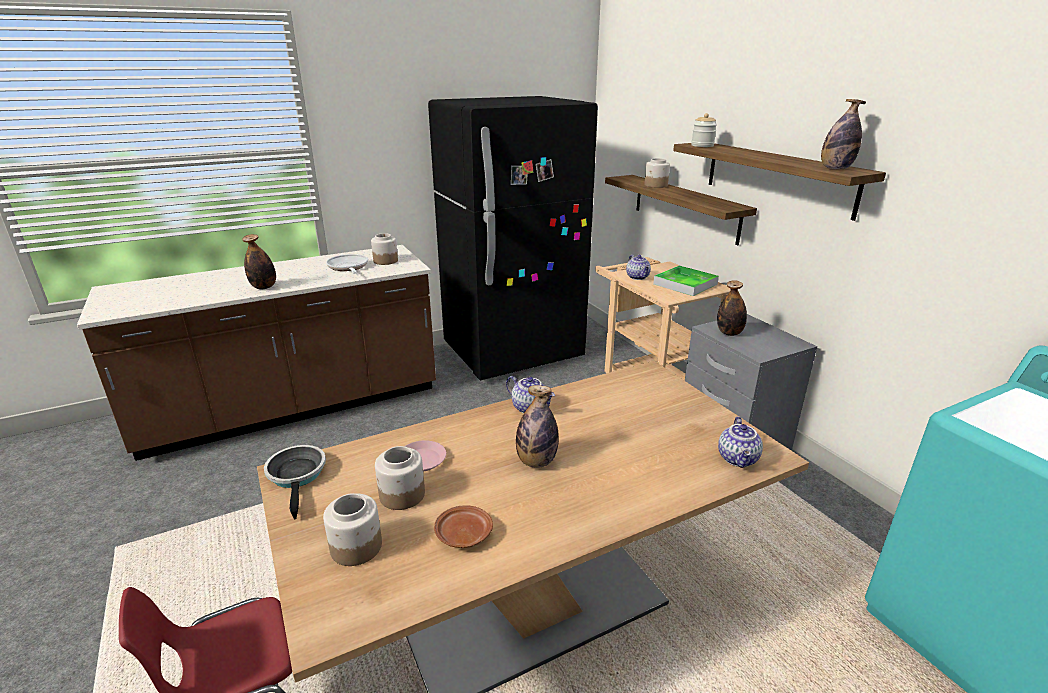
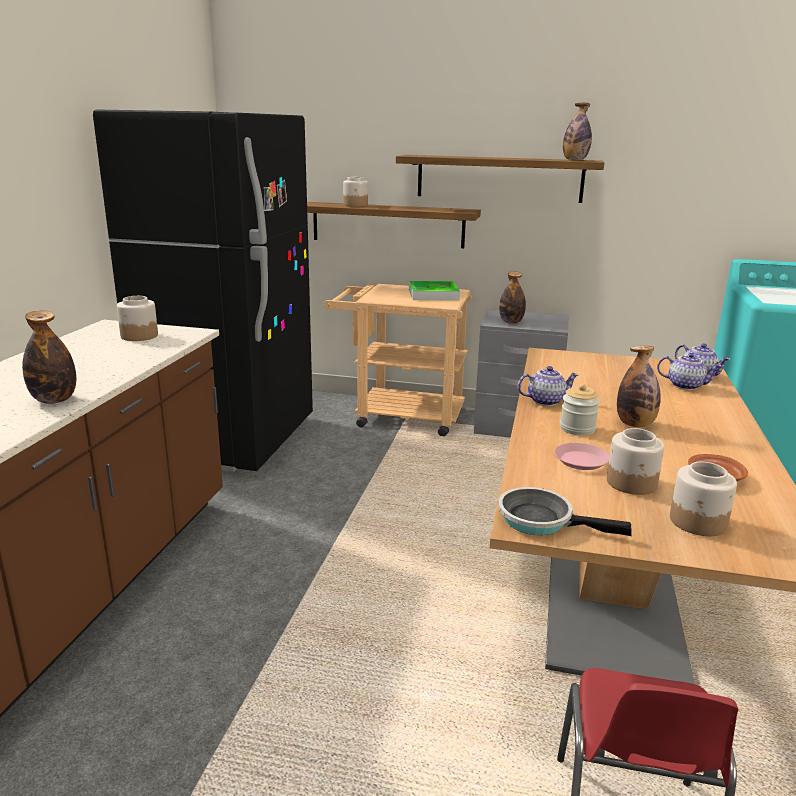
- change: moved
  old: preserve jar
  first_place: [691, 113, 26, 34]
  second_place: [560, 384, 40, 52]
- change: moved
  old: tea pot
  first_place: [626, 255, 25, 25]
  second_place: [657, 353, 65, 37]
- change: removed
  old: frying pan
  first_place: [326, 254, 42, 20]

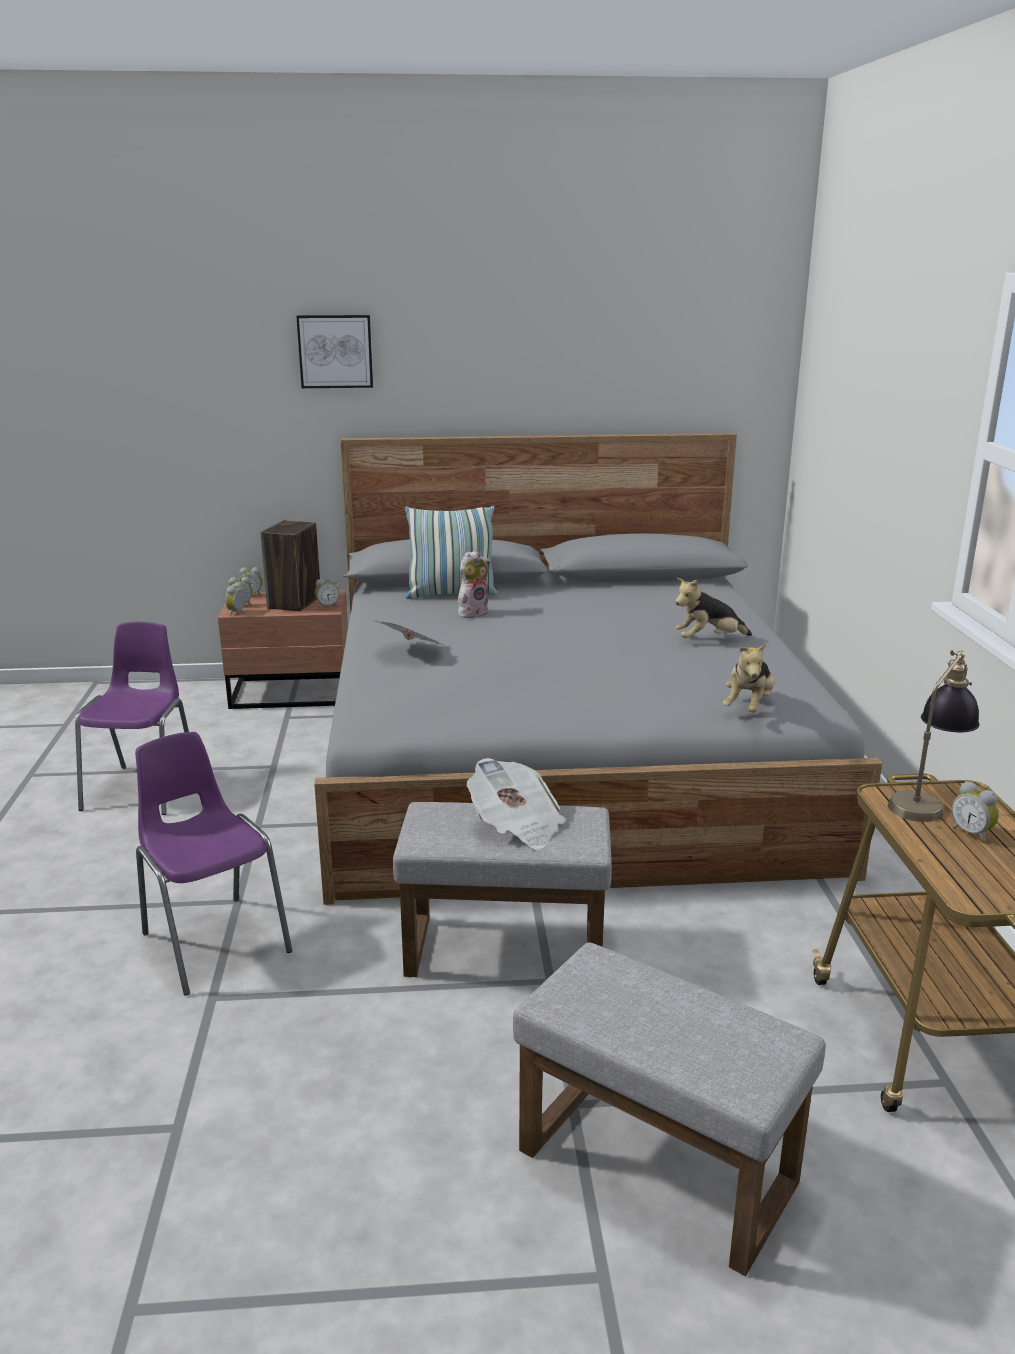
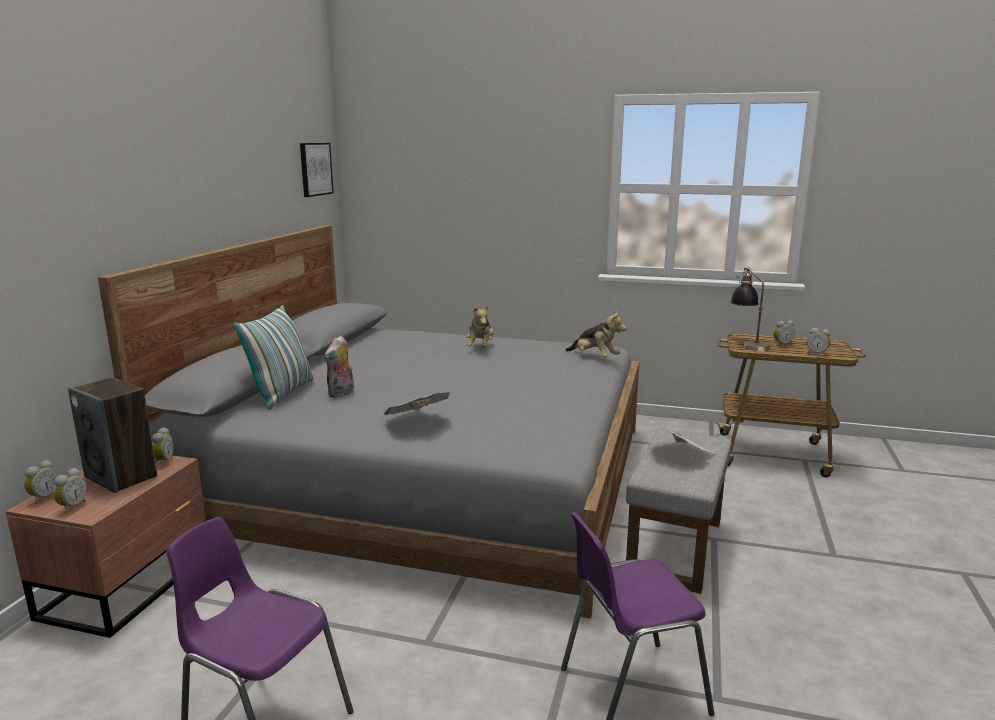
- change: moved
  old: picture
  first_place: [296, 315, 77, 73]
  second_place: [300, 143, 33, 54]
- change: turned
  old: cuddly toy
  first_place: [458, 550, 32, 68]
  second_place: [325, 335, 29, 63]
  degrees: -135
- change: moved
  old: table clock
  first_place: [225, 582, 21, 34]
  second_place: [807, 328, 24, 28]
- change: removed
  old: footrest (grey)
  first_place: [513, 942, 313, 335]

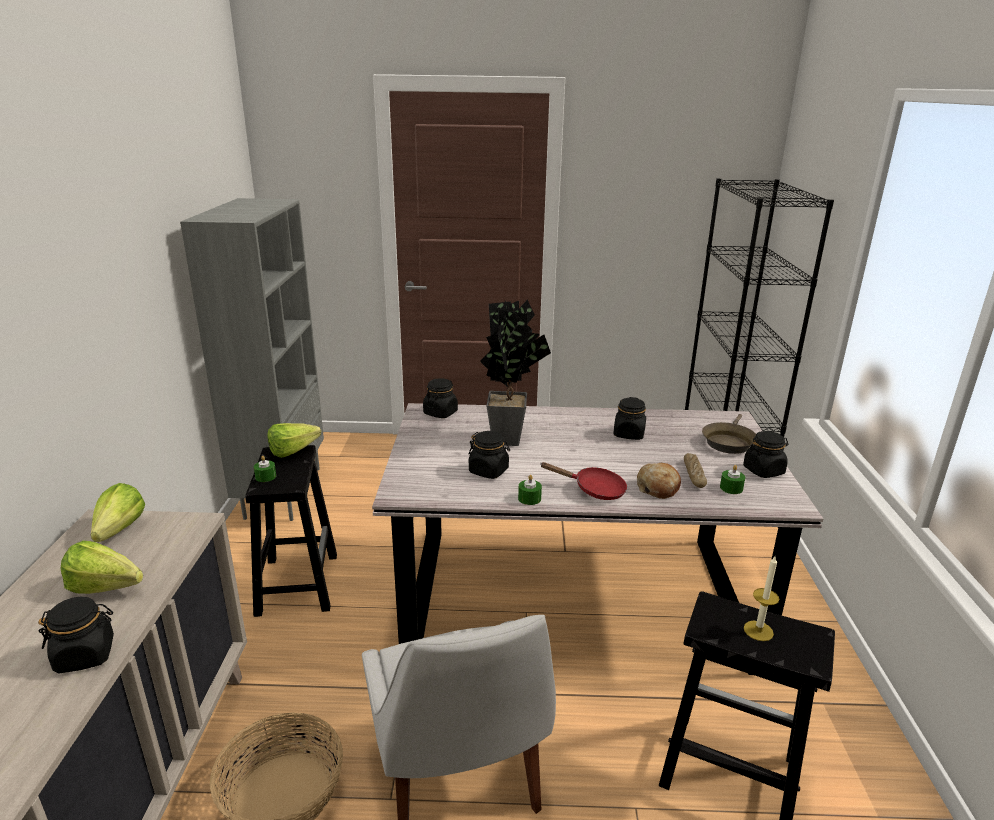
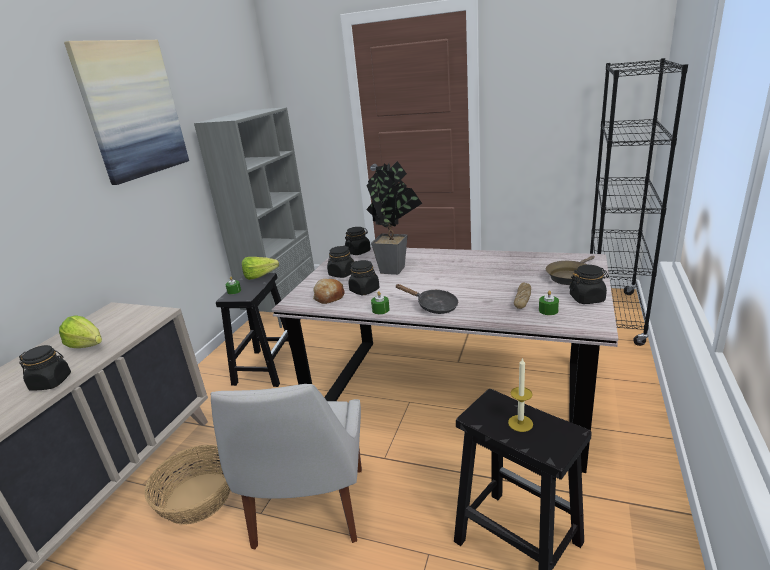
- change: added
  new: picture
  second_place: [64, 40, 125, 145]
- change: moved
  old: bakery bread
  first_place: [637, 463, 44, 36]
  second_place: [313, 279, 32, 25]
- change: moved
  old: preserve jar (blackish)
  first_place: [613, 397, 33, 43]
  second_place: [327, 246, 27, 32]
- change: recoloured
  old: frying pan (red-coloured)
  new: frying pan (blackish)
  first_place: [540, 462, 87, 38]
  second_place: [395, 284, 63, 30]
- change: removed
  old: head of lettuce
  first_place: [91, 483, 54, 59]

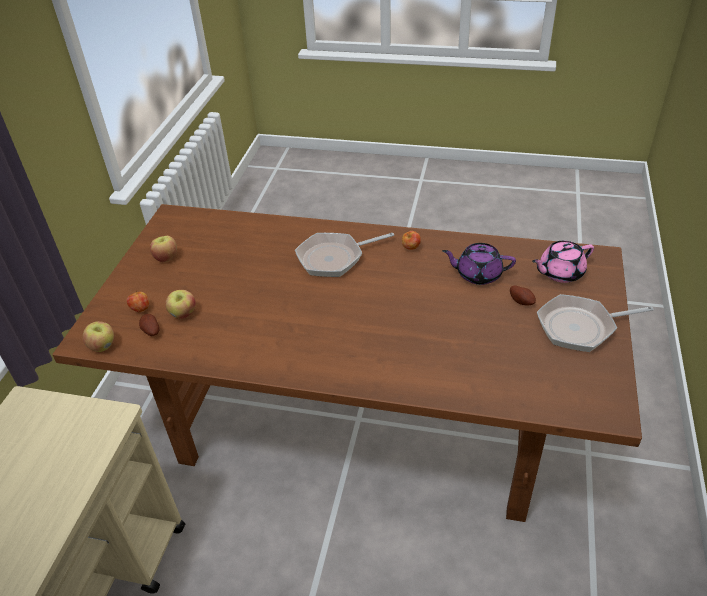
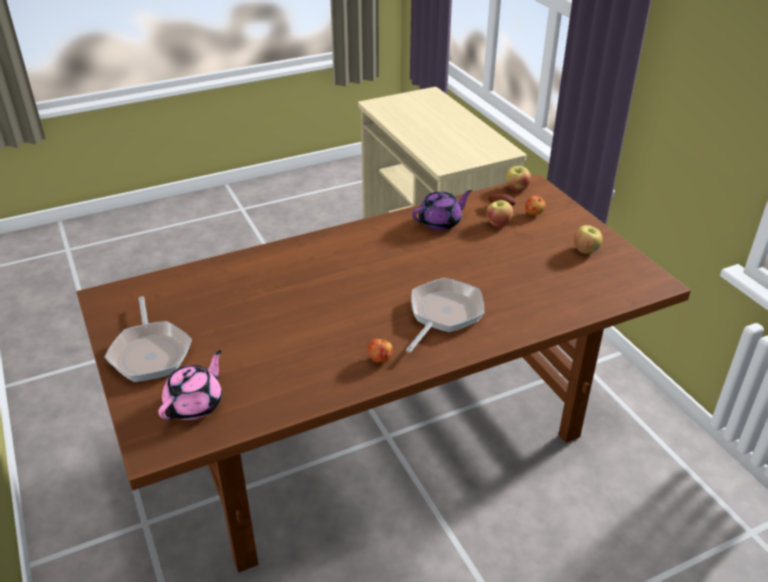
- change: turned
  old: frying pan
  first_place: [537, 294, 117, 58]
  second_place: [104, 296, 88, 86]
  degrees: 120
- change: moved
  old: tea pot (purple-coloured)
  first_place: [442, 243, 74, 42]
  second_place: [412, 190, 60, 40]
- change: removed
  old: potato
  first_place: [510, 286, 26, 19]

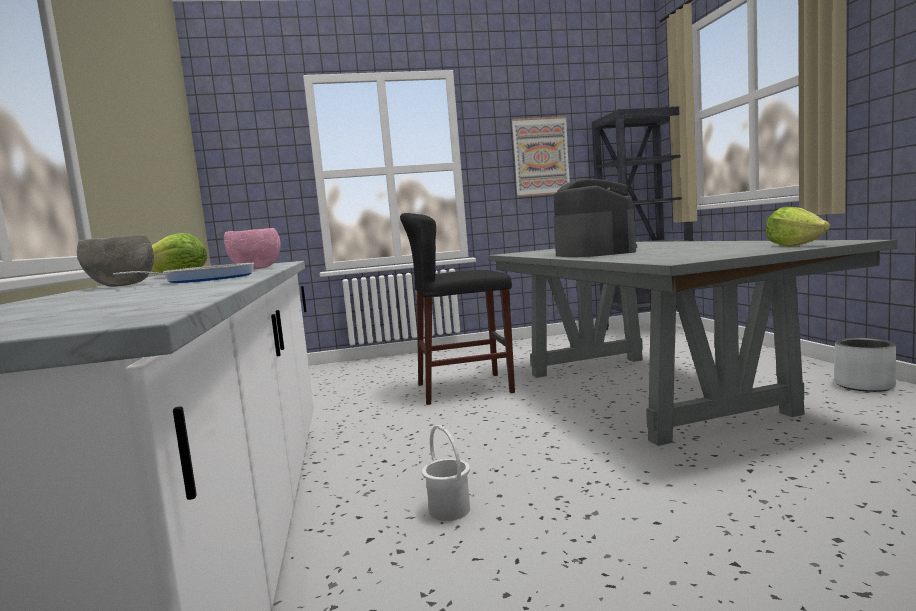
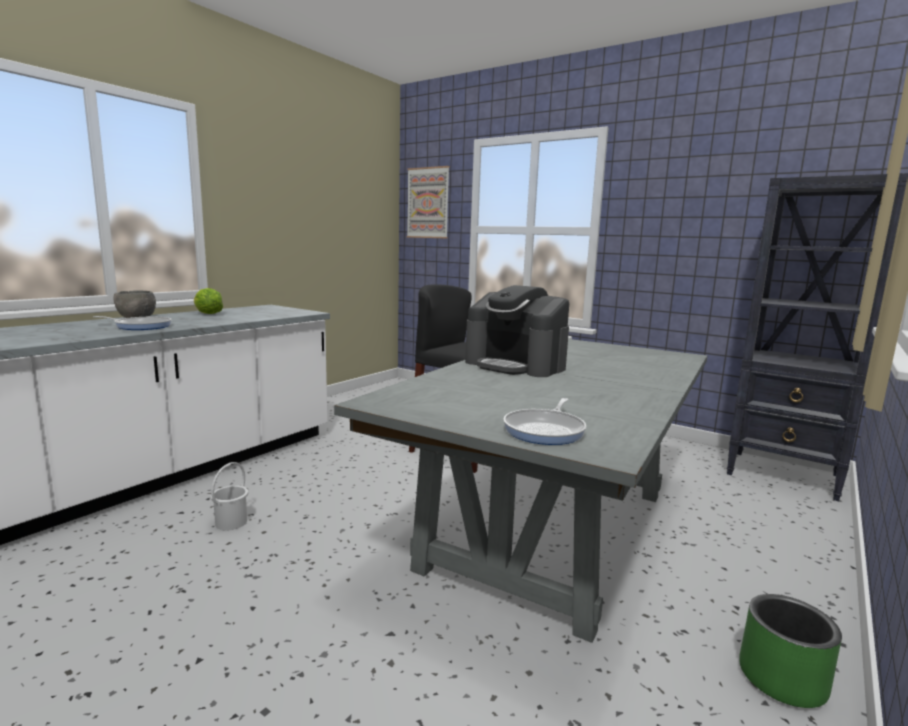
- change: moved
  old: picture
  first_place: [512, 116, 58, 81]
  second_place: [407, 166, 43, 73]
- change: turned
  old: coffee machine
  first_place: [553, 179, 84, 78]
  second_place: [465, 285, 104, 92]
  degrees: 90
- change: replaced
  old: head of lettuce
  new: frying pan
  first_place: [765, 207, 65, 40]
  second_place: [503, 398, 83, 47]
- change: recoloured
  old: flower pot (grey)
  new: flower pot (green)
  first_place: [834, 338, 62, 54]
  second_place: [739, 594, 103, 114]
- change: removed
  old: deep dish (pink-coloured)
  first_place: [224, 228, 57, 42]

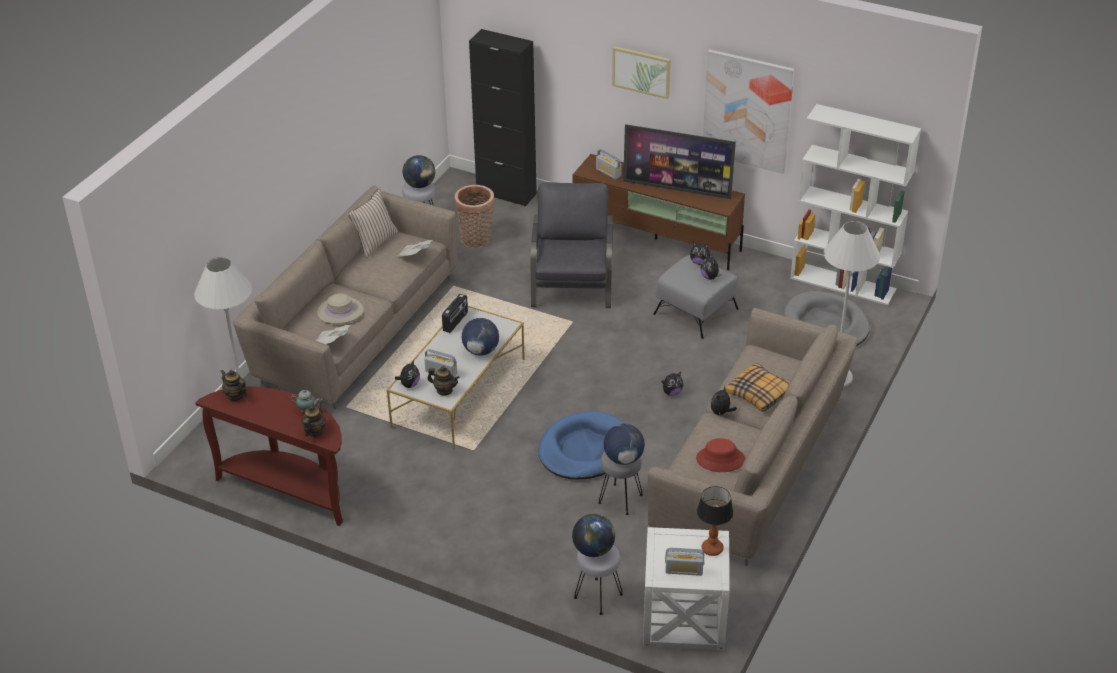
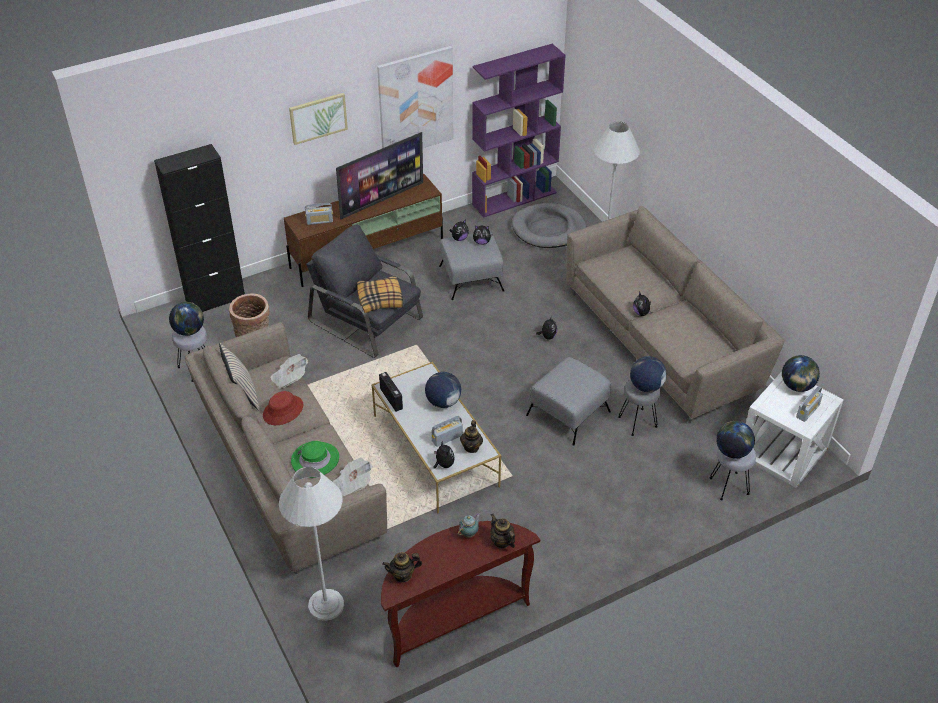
- change: moved
  old: clothing hat (red-coloured)
  first_place: [696, 438, 49, 34]
  second_place: [263, 391, 40, 34]
- change: recoloured
  old: clothing hat (sand-coloured)
  new: clothing hat (green)
  first_place: [317, 293, 47, 31]
  second_place: [291, 441, 48, 37]
- change: moved
  old: pillow
  first_place: [726, 363, 64, 49]
  second_place: [357, 276, 46, 37]
- change: turned
  old: tea pot
  first_place: [427, 366, 33, 30]
  second_place: [460, 420, 23, 33]
  degrees: 135
- change: recoloured
  old: bookcase (white)
  new: bookcase (purple-coloured)
  first_place: [790, 104, 131, 201]
  second_place: [472, 44, 94, 174]
- change: replaced
  old: dog cushion (blue-coloured)
  new: footrest (grey)
  first_place: [538, 411, 86, 68]
  second_place: [526, 357, 85, 89]
- change: replaced
  old: lamp for a table
  new: world globe
  first_place: [697, 486, 36, 70]
  second_place: [782, 355, 38, 37]

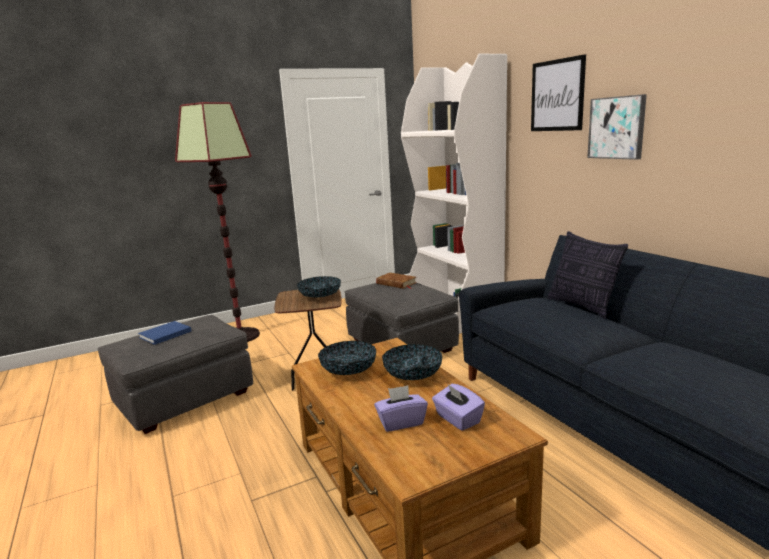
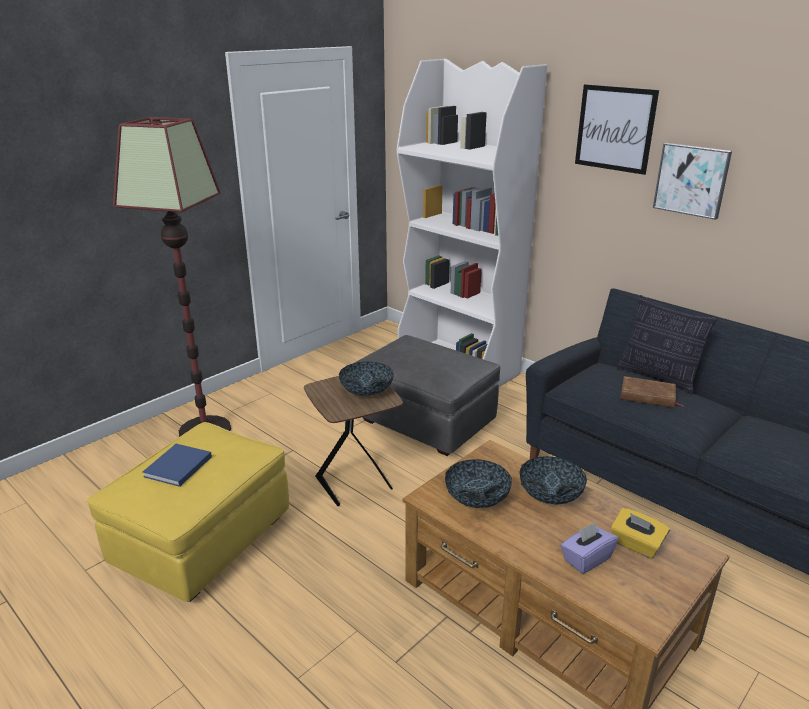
- change: recoloured
  old: footrest (grey)
  new: footrest (yellowish)
  first_place: [98, 315, 155, 119]
  second_place: [87, 422, 202, 180]
- change: recoloured
  old: tissue box (purple-coloured)
  new: tissue box (yellowish)
  first_place: [432, 383, 53, 48]
  second_place: [611, 508, 59, 51]
- change: moved
  old: bound book (brown)
  first_place: [376, 273, 41, 16]
  second_place: [621, 376, 63, 32]

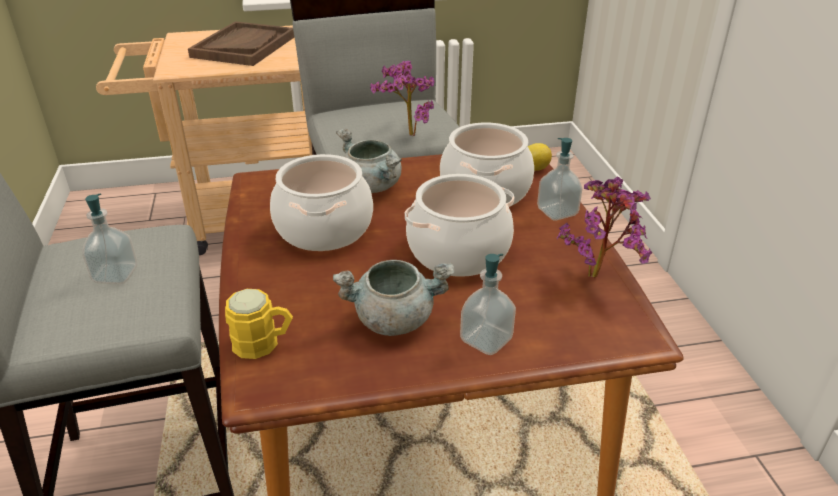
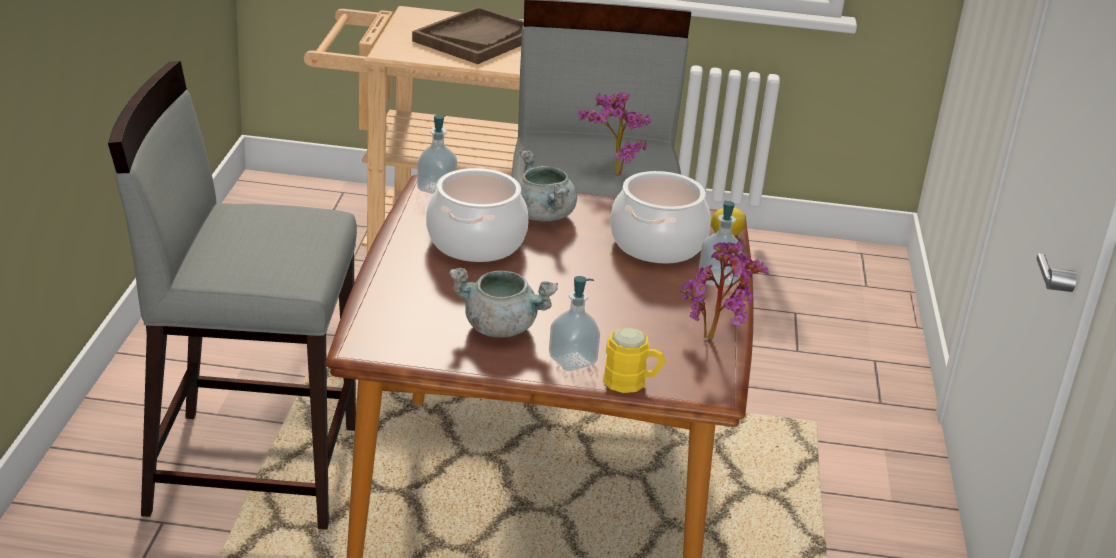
- change: moved
  old: liquid soap bottle
  first_place: [82, 194, 55, 90]
  second_place: [417, 115, 40, 79]
- change: moved
  old: mug (yellowish)
  first_place: [225, 289, 68, 70]
  second_place: [603, 328, 63, 65]
- change: removed
  old: stockpot
  first_place: [405, 174, 109, 103]

